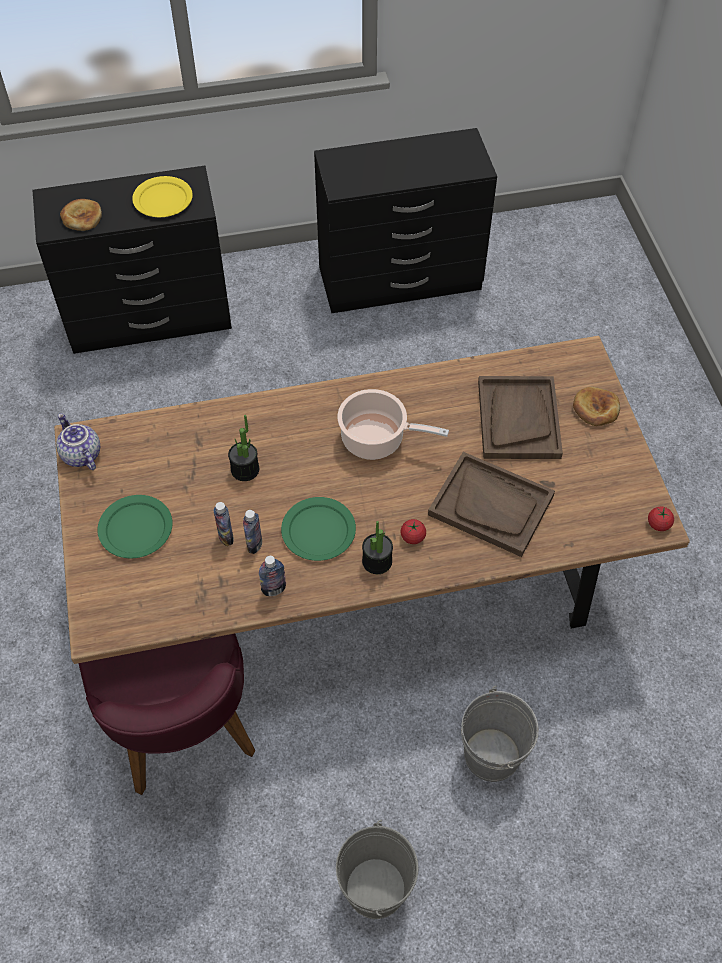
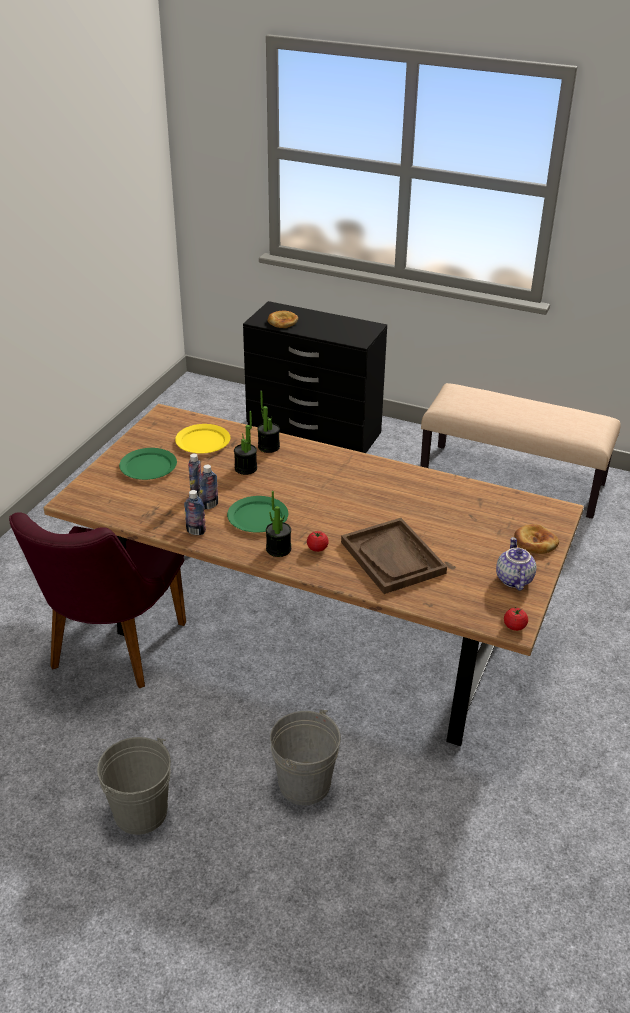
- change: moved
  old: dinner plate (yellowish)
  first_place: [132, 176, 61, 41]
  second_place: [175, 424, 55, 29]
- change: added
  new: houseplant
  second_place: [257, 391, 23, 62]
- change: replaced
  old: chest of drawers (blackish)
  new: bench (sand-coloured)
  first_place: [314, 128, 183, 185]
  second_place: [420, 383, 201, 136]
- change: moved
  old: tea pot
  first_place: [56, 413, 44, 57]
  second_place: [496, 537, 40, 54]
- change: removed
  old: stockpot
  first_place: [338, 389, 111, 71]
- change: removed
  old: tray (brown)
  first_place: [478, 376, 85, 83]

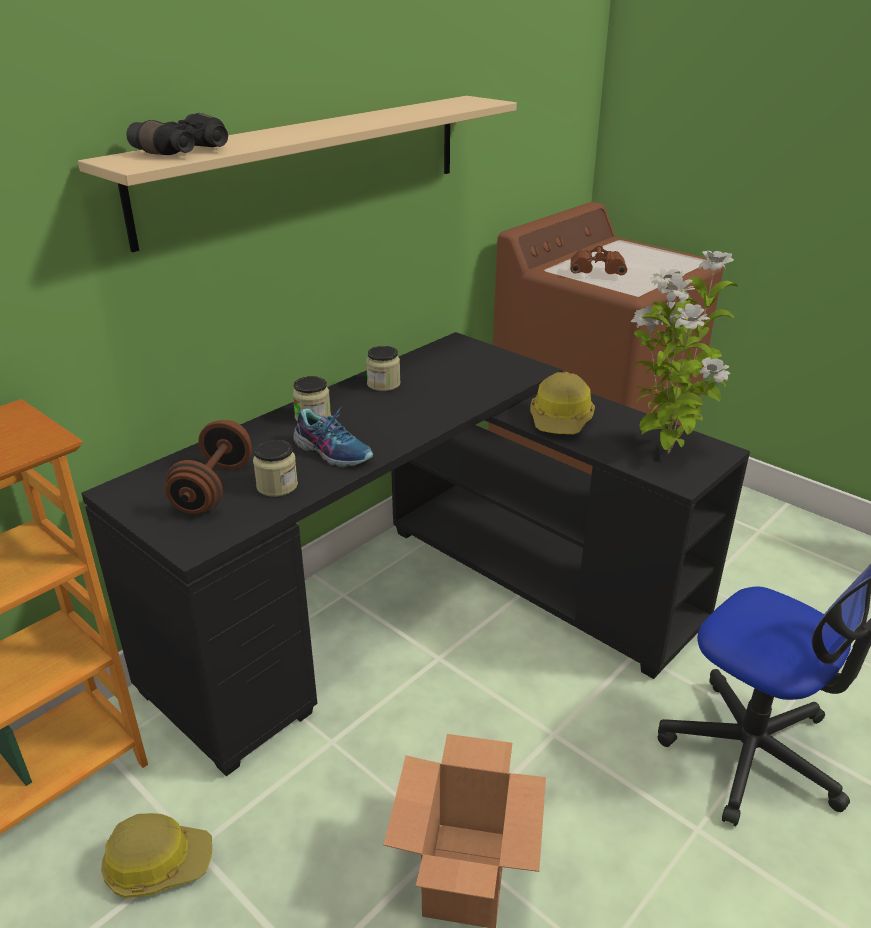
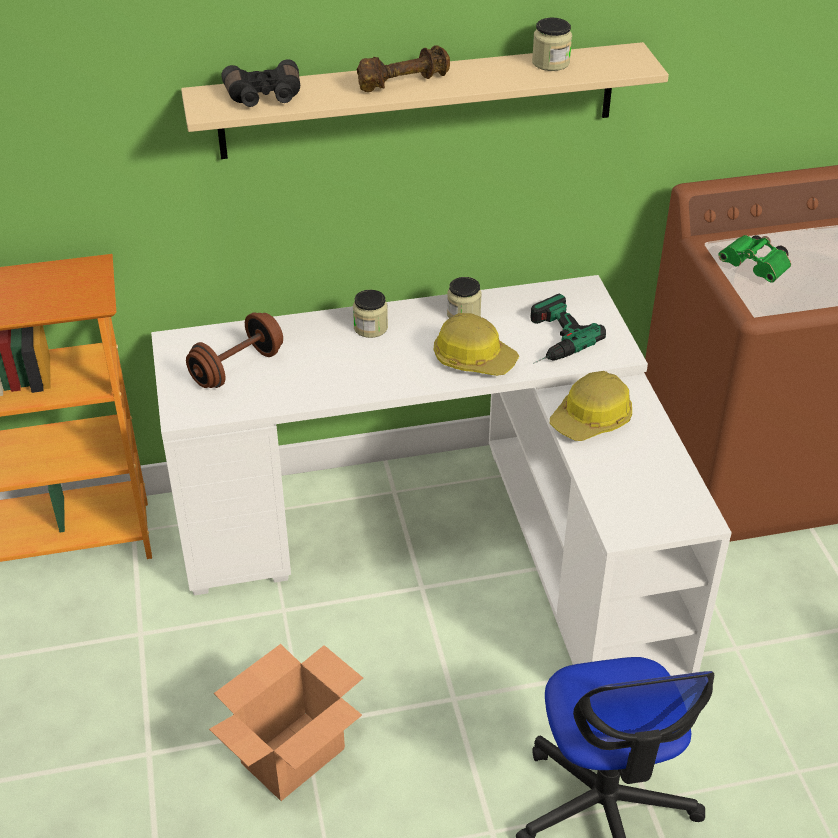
- change: recoloured
  old: desk table (blackish)
  new: desk table (white)
  first_place: [81, 332, 669, 444]
  second_place: [151, 275, 581, 401]
- change: added
  new: hand weight (brown)
  second_place: [357, 45, 93, 47]
- change: moved
  old: safety helmet
  first_place: [101, 813, 111, 85]
  second_place: [434, 313, 85, 63]
- change: added
  new: power drill
  second_place: [530, 294, 76, 70]
- change: moved
  old: preserve jar
  first_place: [253, 440, 45, 57]
  second_place: [532, 18, 40, 53]
- change: recoloured
  old: field glasses (brown)
  new: field glasses (green)
  first_place: [570, 244, 57, 31]
  second_place: [718, 235, 73, 48]
- change: removed
  old: item of footwear
  first_place: [293, 407, 80, 61]
- change: removed
  old: houseplant
  first_place: [631, 251, 107, 203]

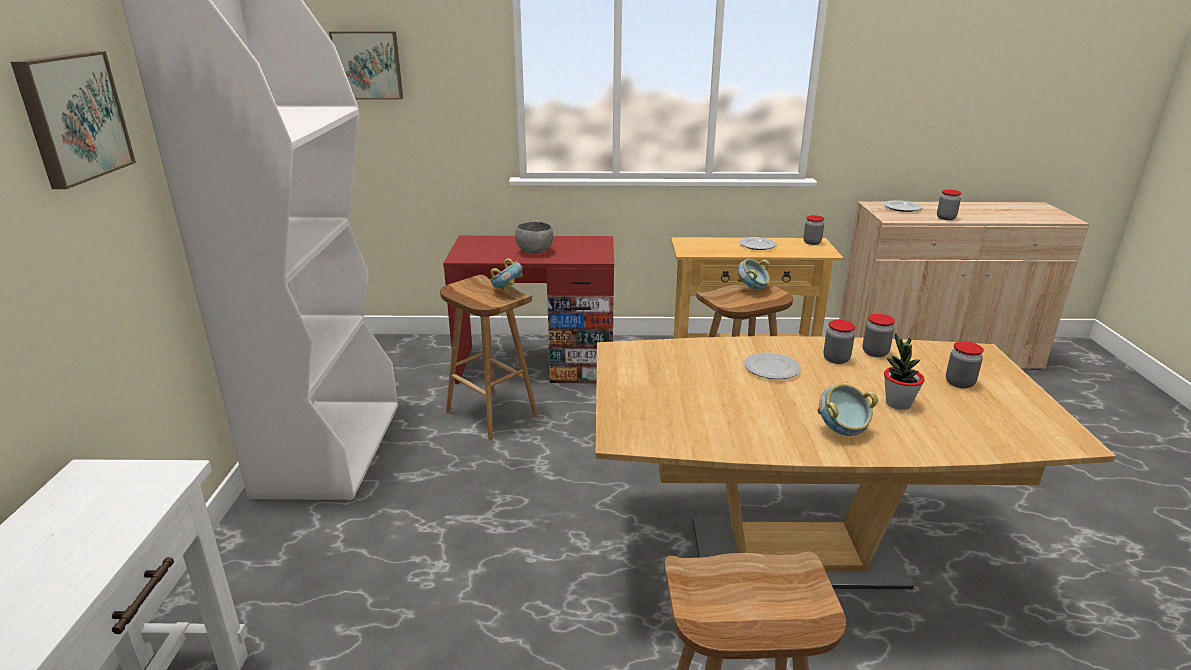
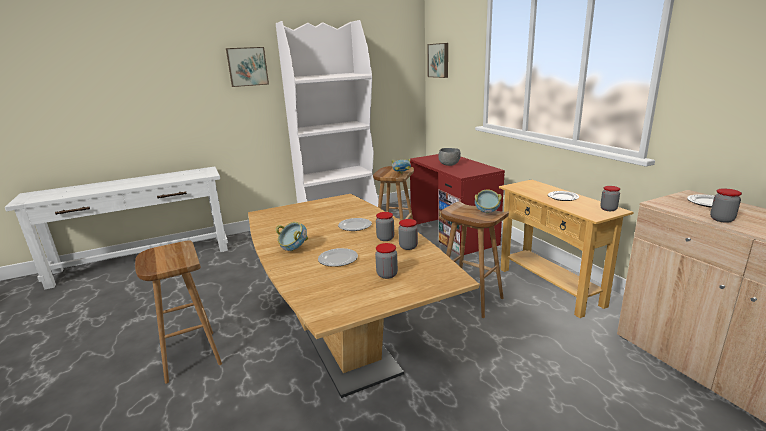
- change: replaced
  old: houseplant
  new: dinner plate
  first_place: [884, 333, 41, 77]
  second_place: [318, 248, 40, 19]

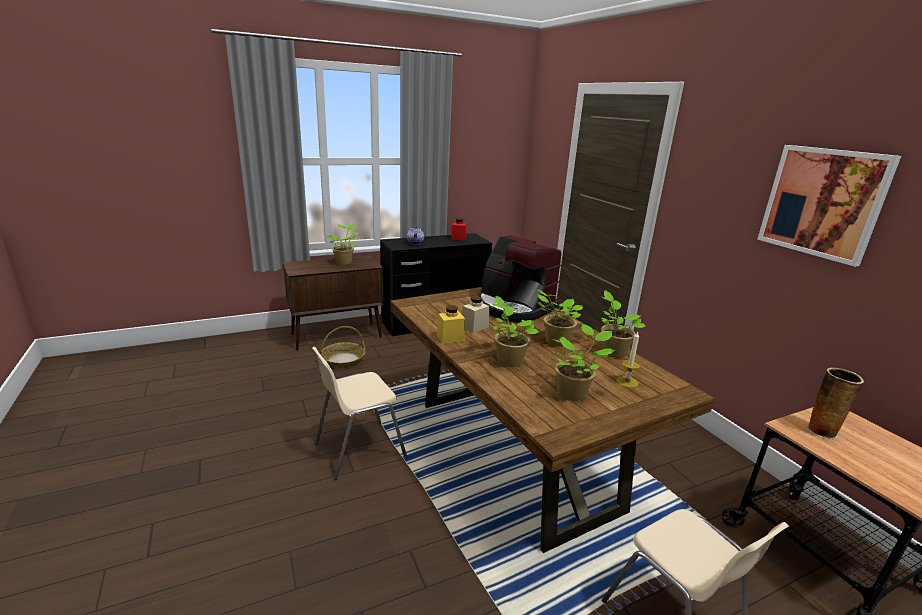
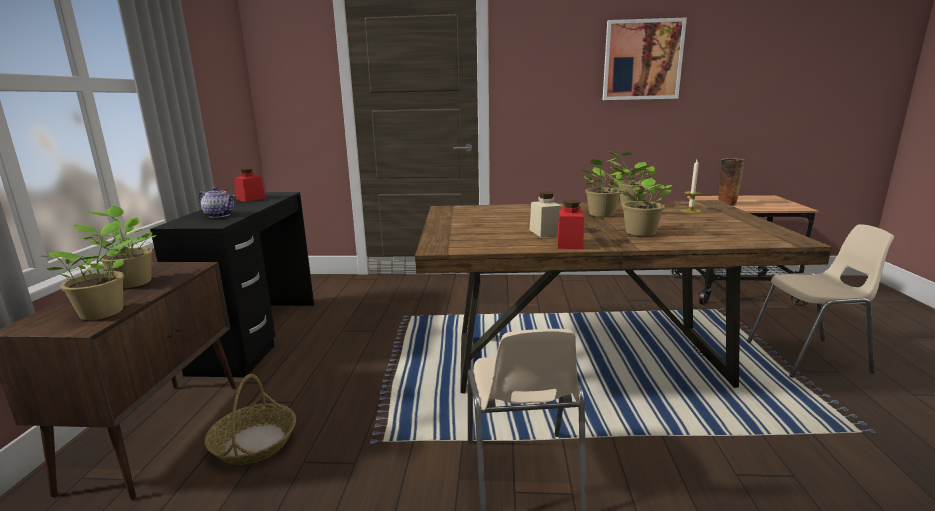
- change: moved
  old: houseplant
  first_place: [553, 324, 62, 77]
  second_place: [41, 220, 93, 100]
- change: recoloured
  old: preserve jar (yellowish)
  new: preserve jar (red-coloured)
  first_place: [437, 305, 28, 39]
  second_place: [557, 200, 27, 49]
- change: removed
  old: coffee machine
  first_place: [477, 235, 84, 88]

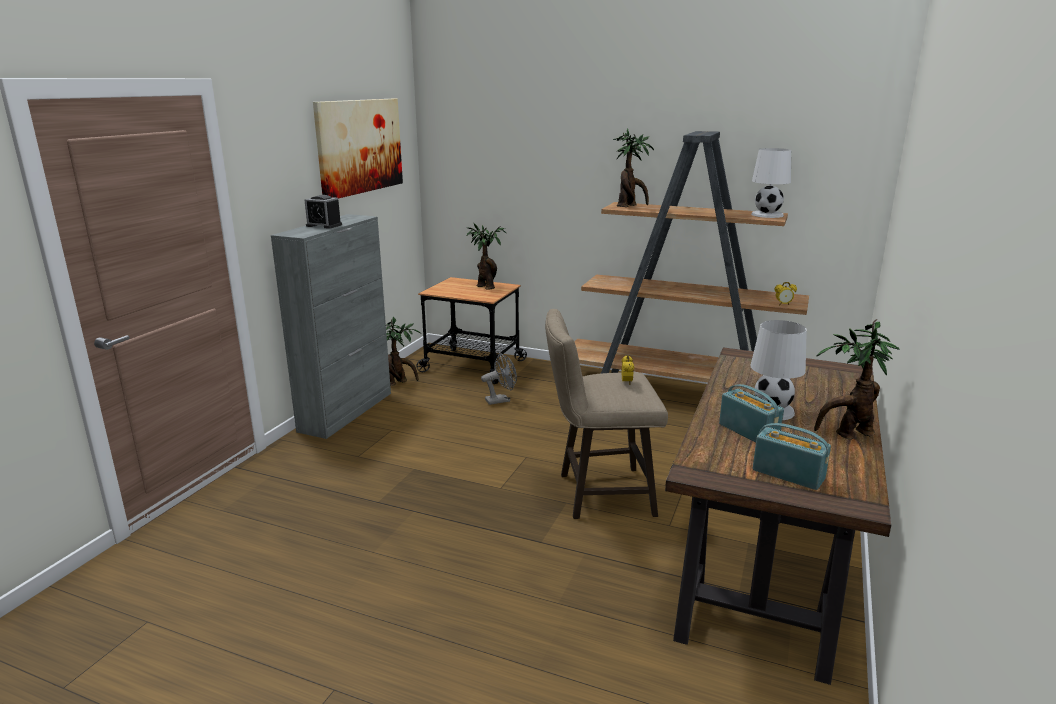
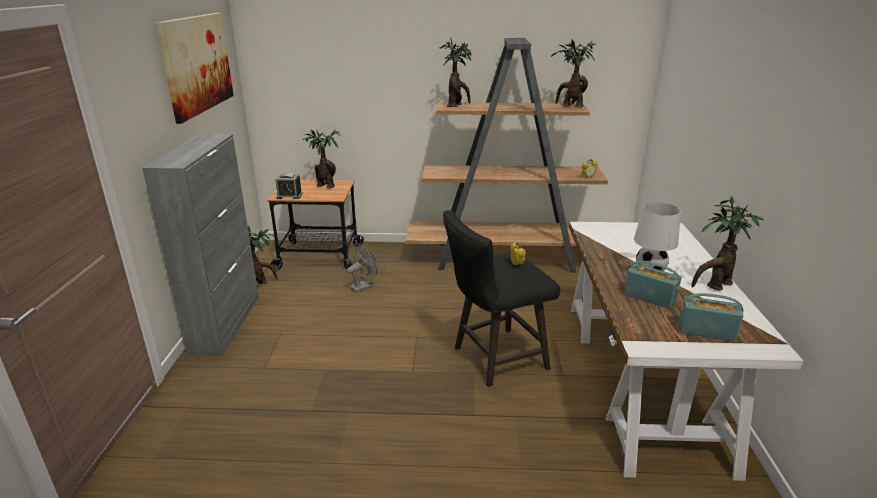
- change: moved
  old: table clock
  first_place: [305, 195, 37, 34]
  second_place: [275, 173, 28, 26]
- change: recoloured
  old: stool seat (sand-coloured)
  new: stool seat (blackish)
  first_place: [545, 309, 123, 210]
  second_place: [443, 210, 117, 177]
- change: replaced
  old: lamp for a table (white)
  new: houseplant
  first_place: [751, 148, 40, 70]
  second_place: [551, 40, 44, 68]
- change: recoloured
  old: desk table (brown)
  new: desk table (white)
  first_place: [665, 347, 226, 338]
  second_place: [569, 222, 234, 259]

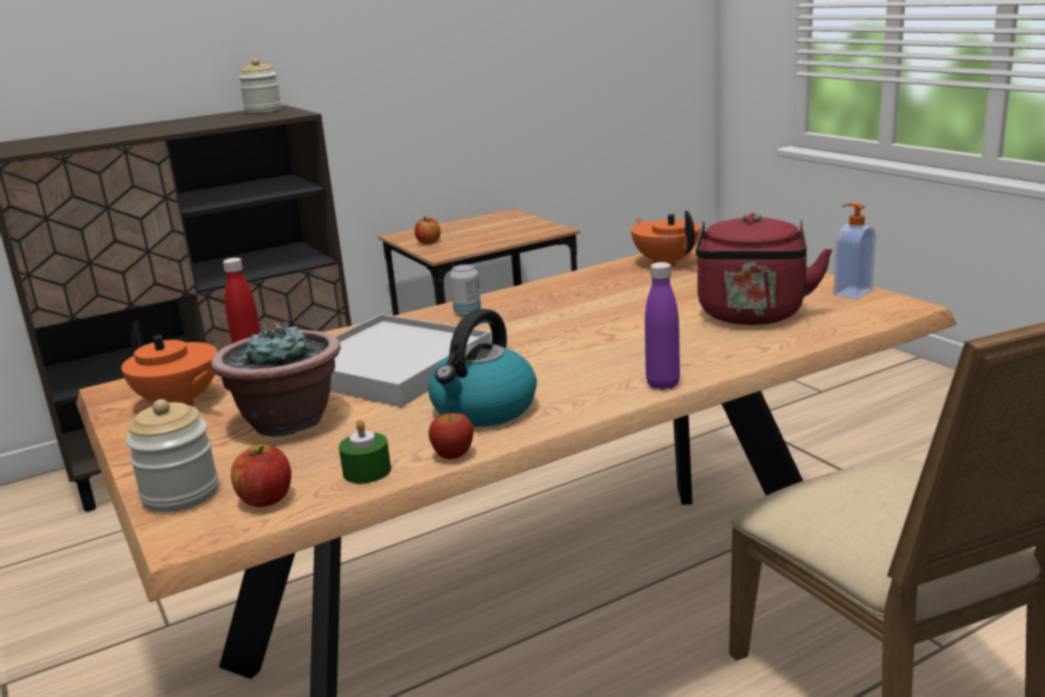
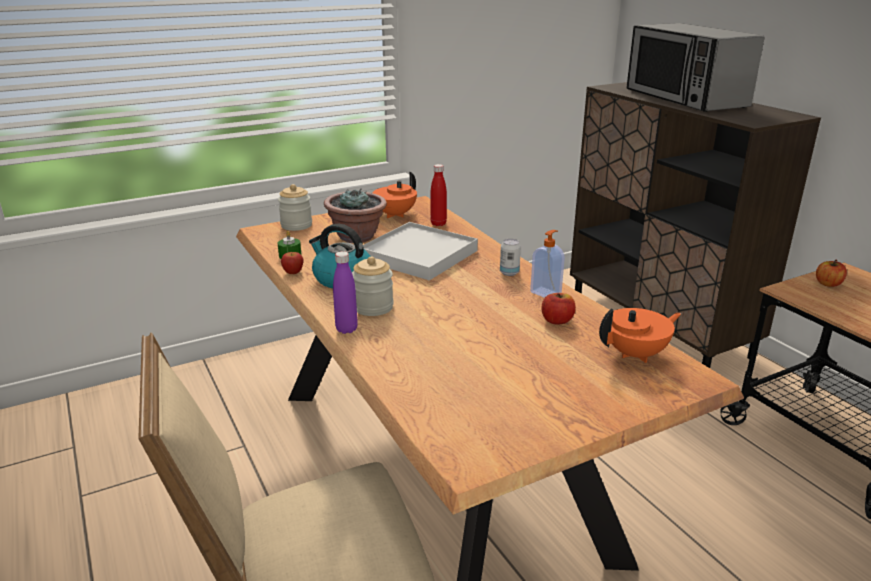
- change: moved
  old: preserve jar
  first_place: [239, 58, 43, 55]
  second_place: [352, 256, 42, 60]
- change: moved
  old: liquid soap bottle
  first_place: [833, 203, 43, 96]
  second_place: [530, 230, 35, 68]
- change: moved
  old: whole apple
  first_place: [231, 445, 60, 62]
  second_place: [542, 293, 34, 31]
- change: added
  new: microwave oven
  second_place: [626, 23, 139, 89]
- change: removed
  old: water kettle (red-coloured)
  first_place: [696, 213, 137, 112]

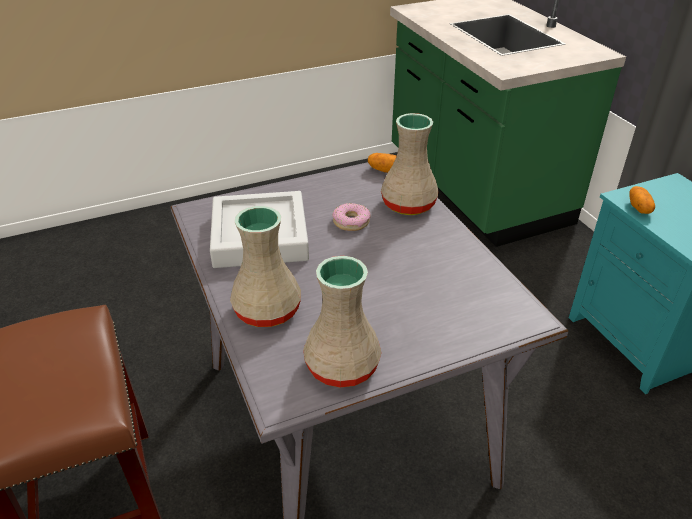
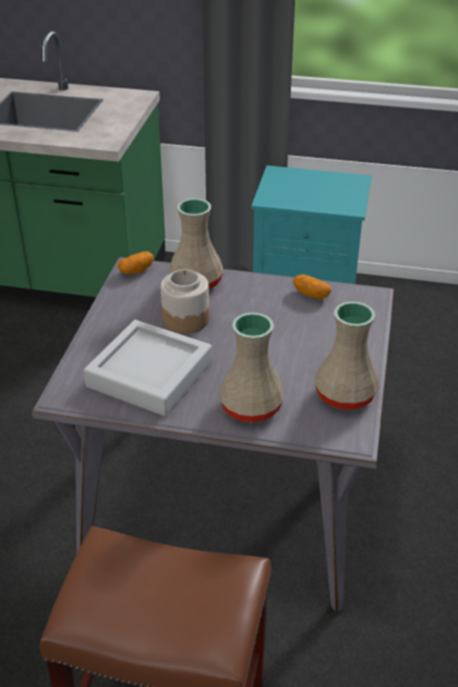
- change: replaced
  old: donut
  new: preserve jar
  first_place: [332, 203, 38, 28]
  second_place: [161, 269, 48, 65]
- change: moved
  old: potato
  first_place: [629, 186, 26, 28]
  second_place: [293, 275, 38, 24]

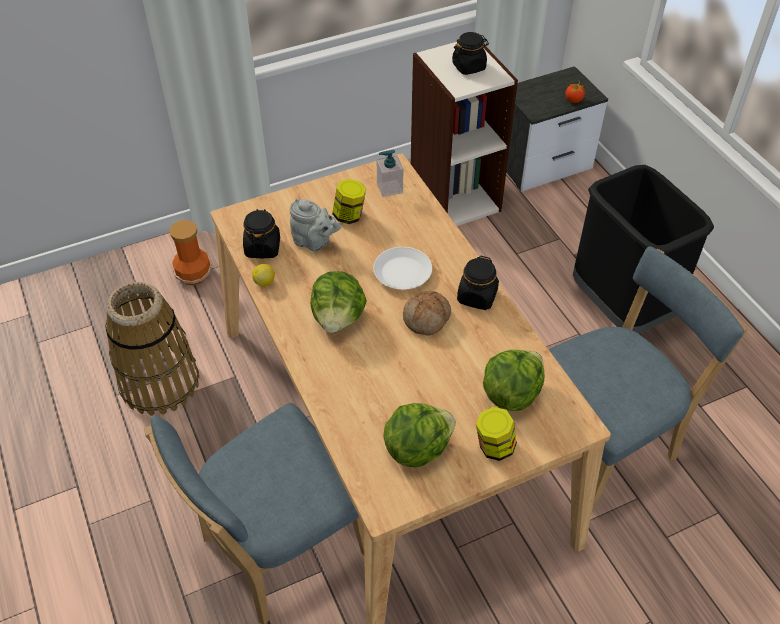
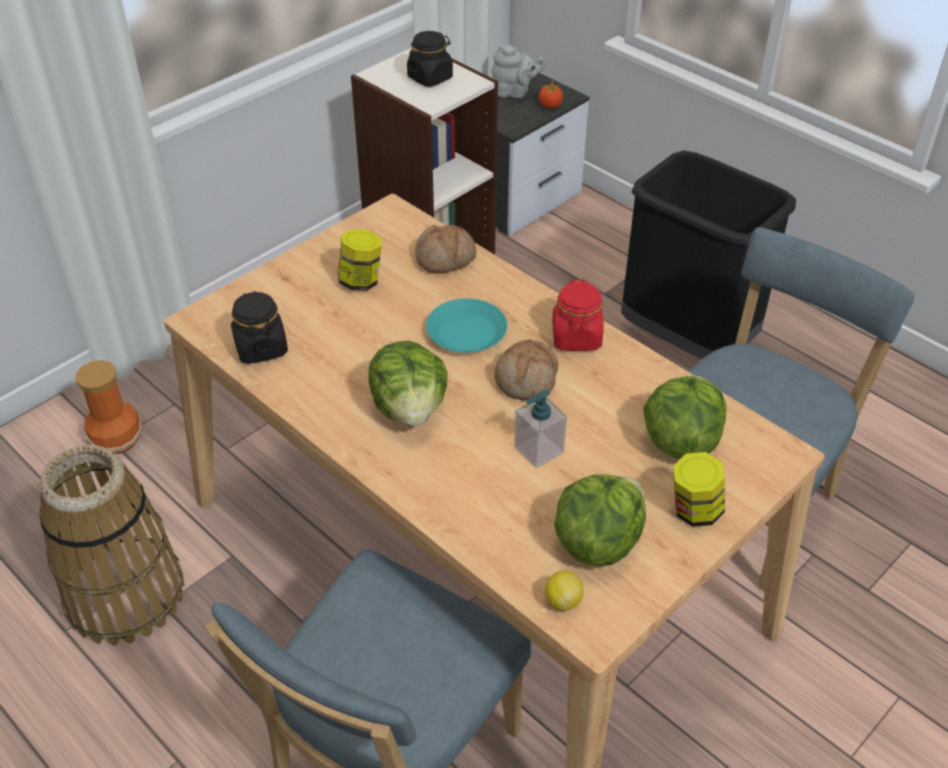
- change: added
  new: bakery bread
  second_place: [415, 224, 62, 50]
- change: recoloured
  old: dinner plate (white)
  new: dinner plate (turquoise-coloured)
  first_place: [373, 247, 59, 43]
  second_place: [426, 298, 81, 55]
- change: moved
  old: tea pot (grey)
  first_place: [289, 198, 52, 53]
  second_place: [491, 45, 55, 53]
- change: moved
  old: liquid soap bottle
  first_place: [377, 149, 26, 48]
  second_place: [514, 389, 53, 79]
- change: moved
  old: whole lemon
  first_place: [252, 264, 23, 23]
  second_place: [545, 570, 39, 41]
- change: recoloured
  old: preserve jar (blackish)
  new: preserve jar (red-coloured)
  first_place: [457, 256, 42, 54]
  second_place: [552, 280, 52, 71]

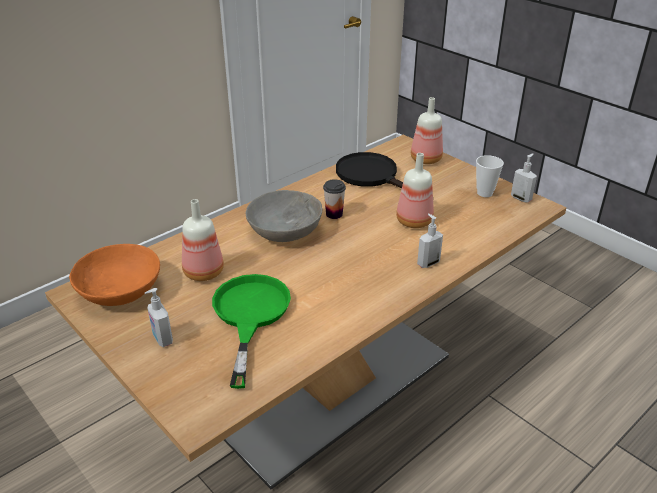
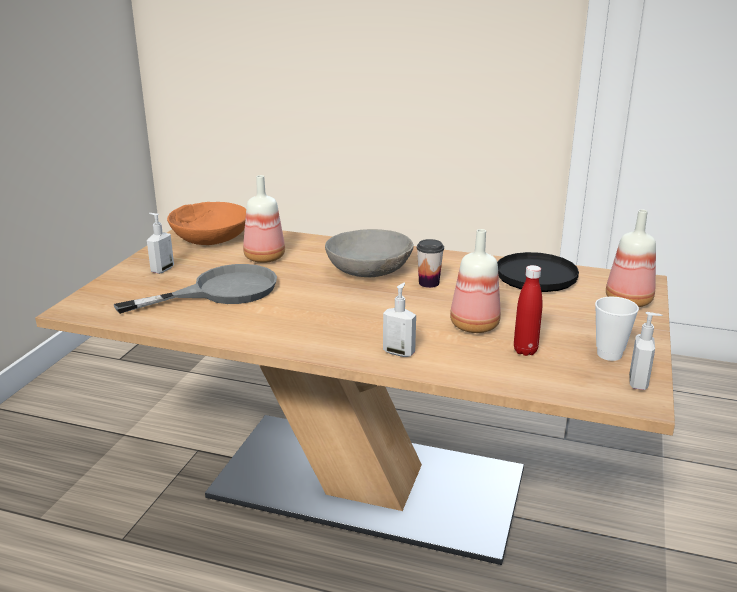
- change: recoloured
  old: frying pan (green)
  new: frying pan (grey)
  first_place: [212, 274, 79, 115]
  second_place: [114, 264, 163, 50]
- change: added
  new: beverage bottle (red-coloured)
  second_place: [514, 265, 29, 91]

